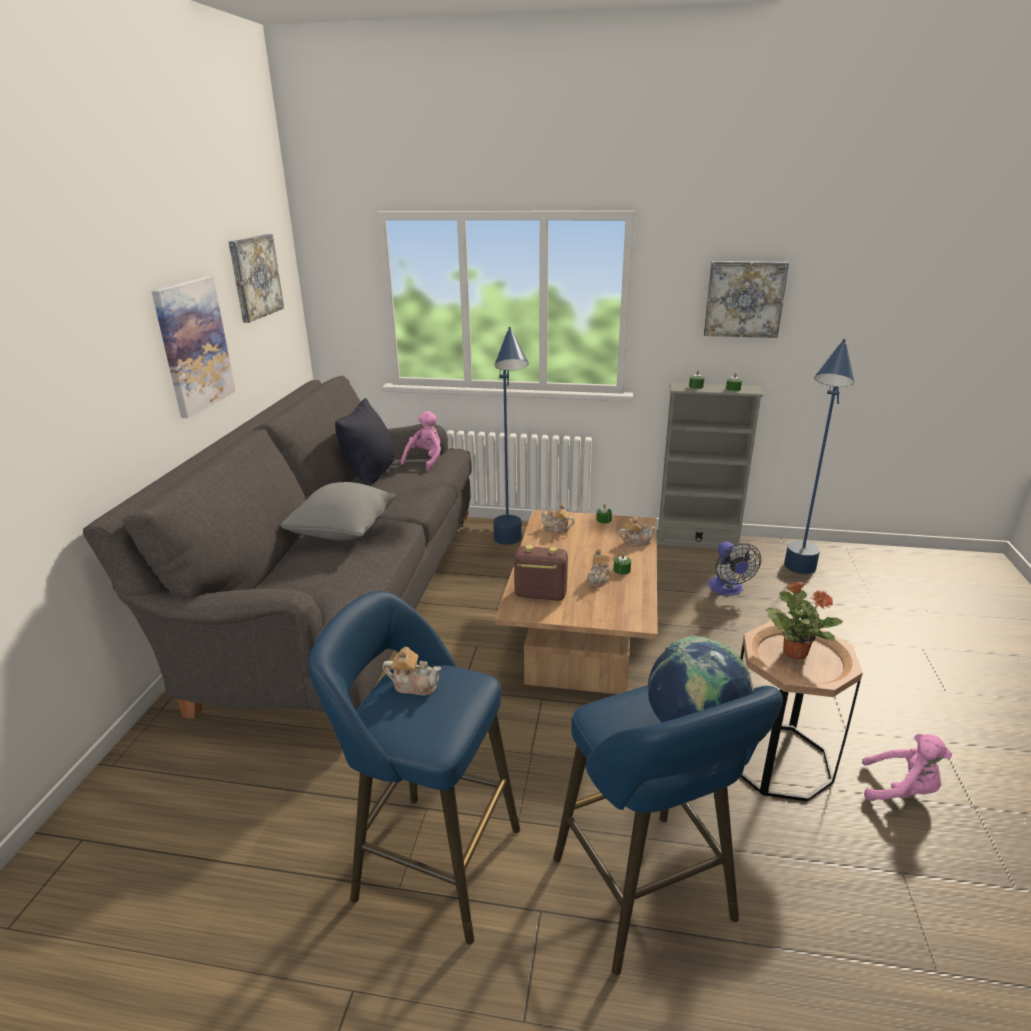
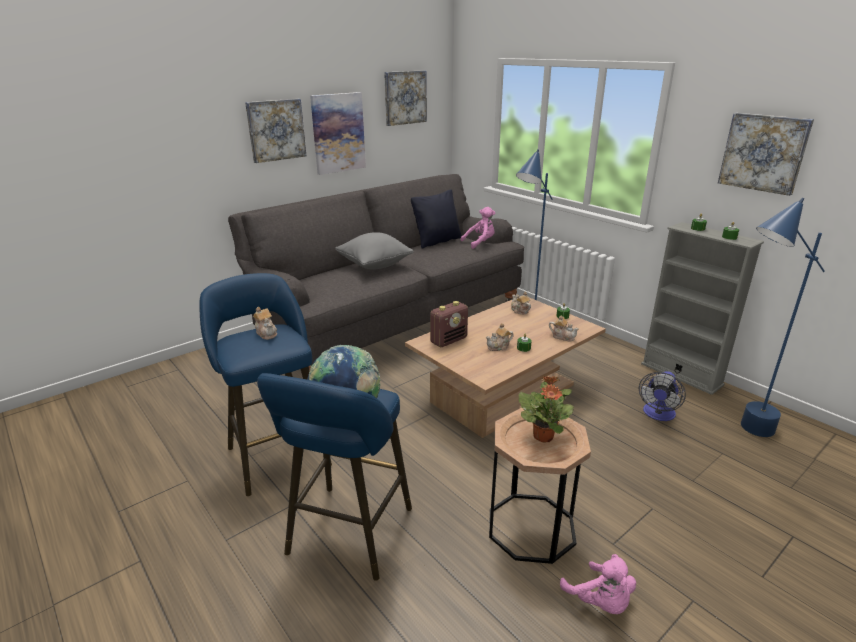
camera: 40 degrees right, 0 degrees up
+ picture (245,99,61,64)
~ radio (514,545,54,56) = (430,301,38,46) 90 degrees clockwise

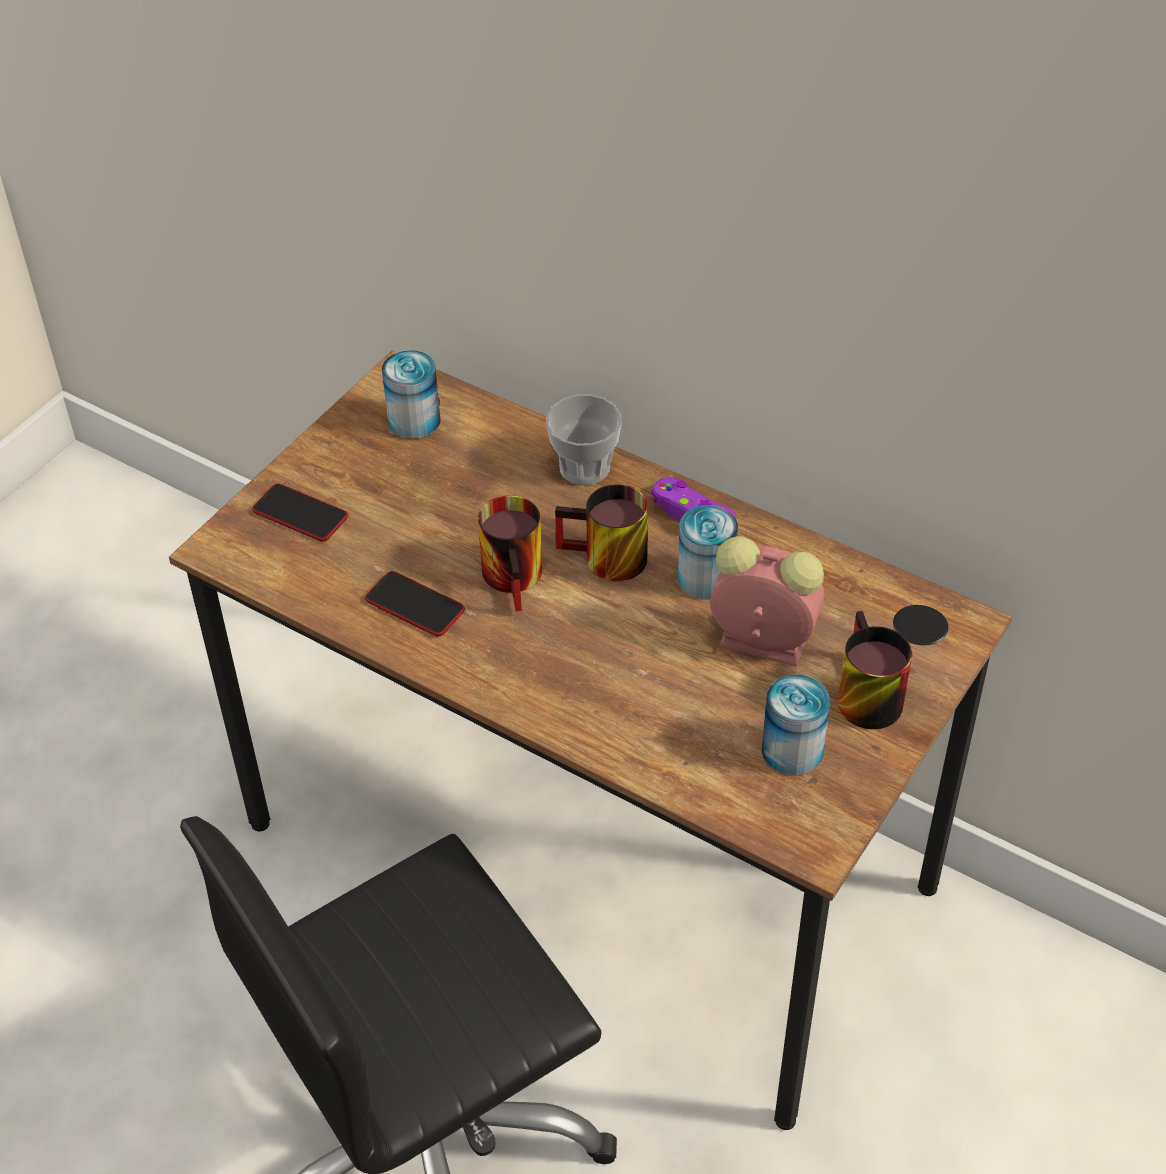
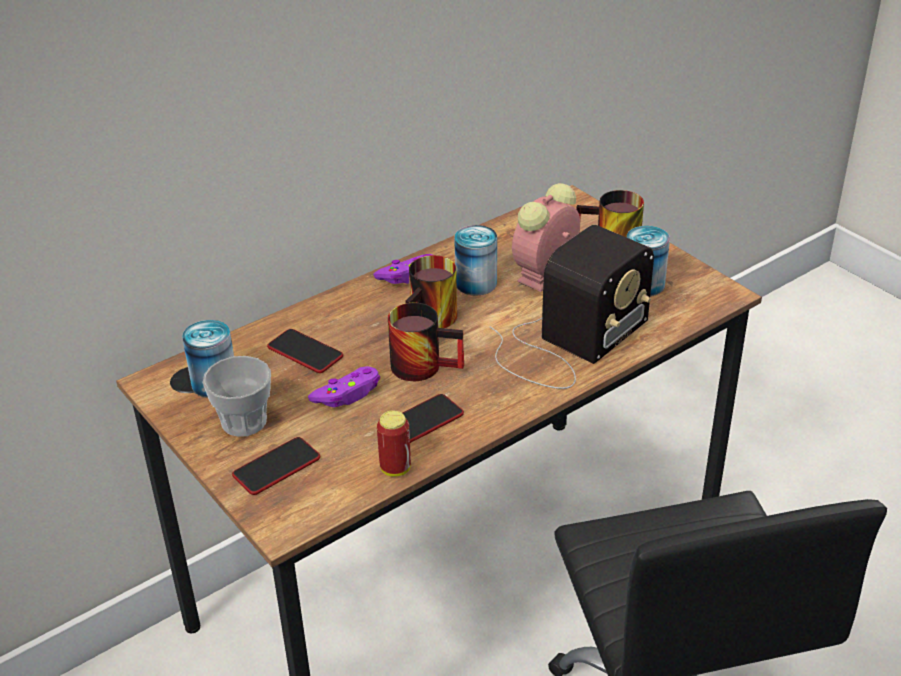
camera: 70 degrees left, 10 degrees down
~ cup (546,394,76,91) to (203,356,68,81)
+ phone (267,329,76,44)
+ purple game controller (308,366,72,41)
+ can (377,411,34,66)
+ radio (490,225,164,164)

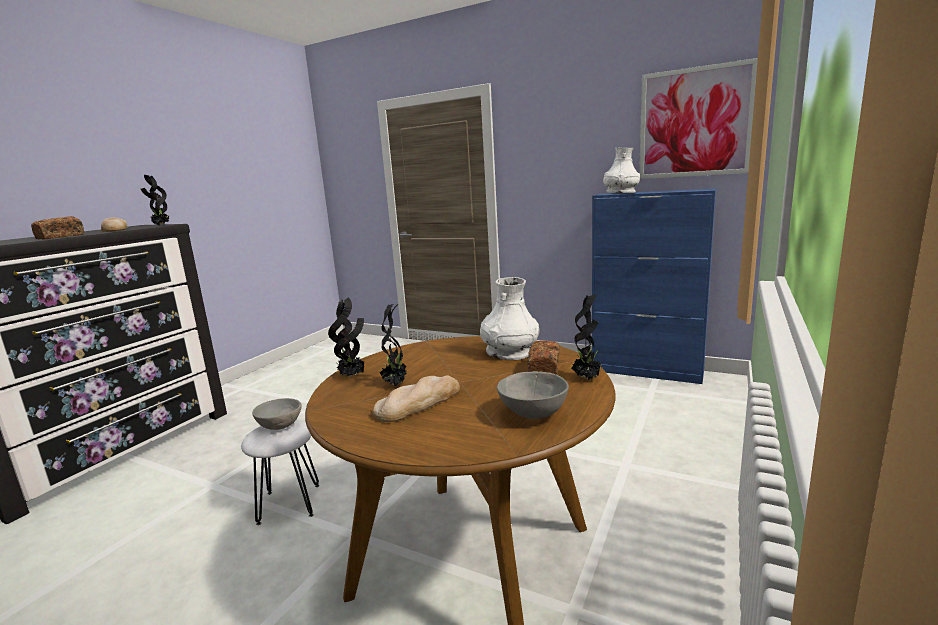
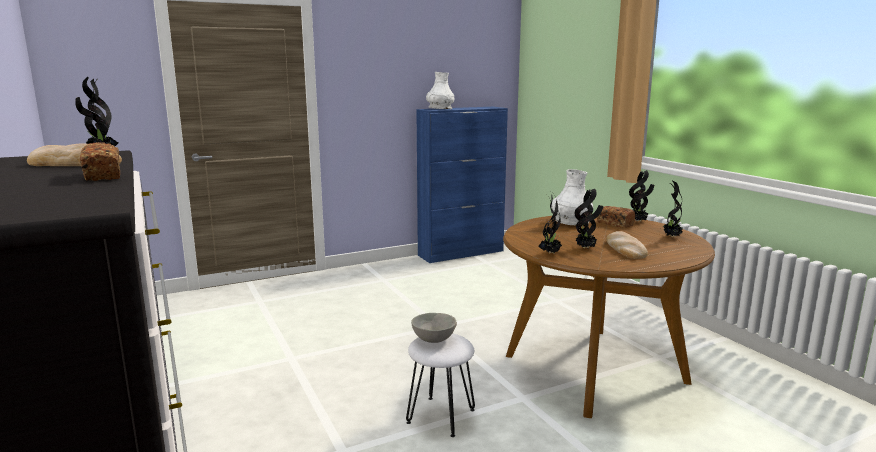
camera: 55 degrees left, 0 degrees up
~ grey bowl (497,371,72,48) to potted plant (663,181,20,56)
- picture (639,58,119,121)

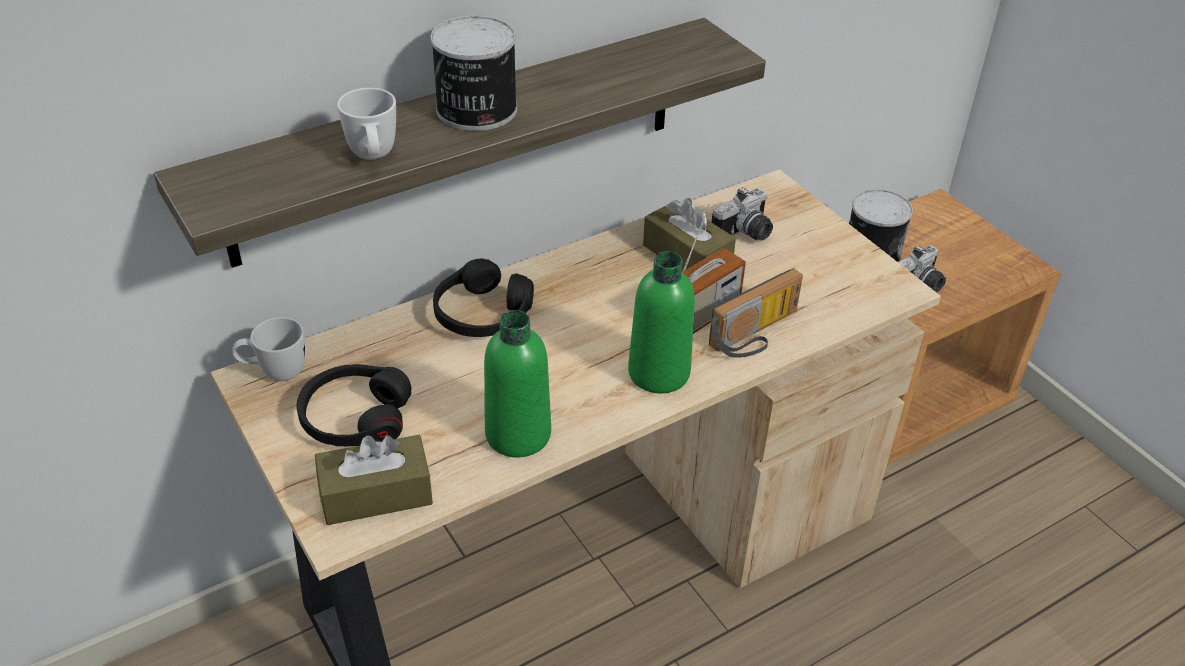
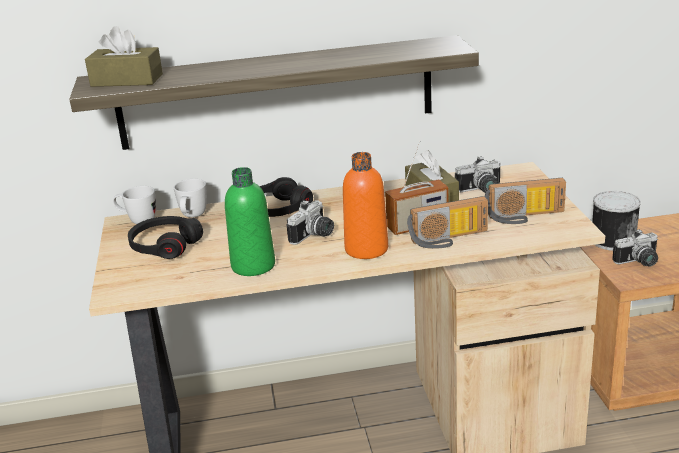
camera: 25 degrees right, 15 degrees down
~ brown tissue box (315,435,118,90) to (85,26,78,61)
~ white mug (337,88,59,71) to (174,179,33,39)
+ photo camera (286,200,48,45)
~ green bottle (628,251,67,142) to orange bottle (343,152,45,107)
+ radio (485,178,81,46)
- can (431,16,86,115)

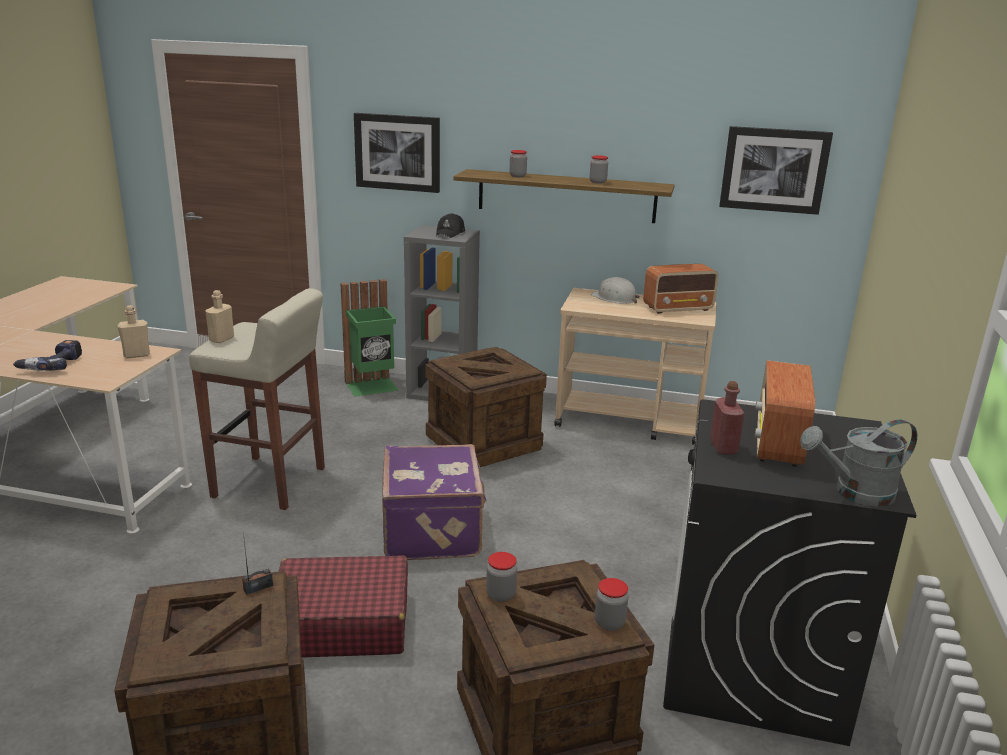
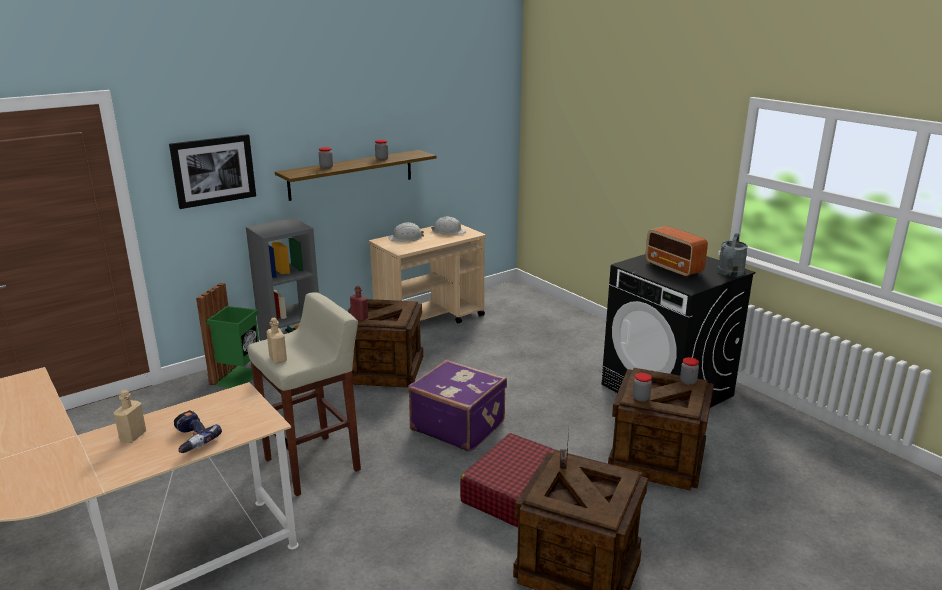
camera: 50 degrees left, 0 degrees up
~ beige bottle (117,305,33,53) to (113,390,33,53)
~ red bottle (710,381,35,73) to (350,286,18,35)
~ radio (643,264,75,50) to white hard hat (431,217,36,17)
- black cap (436,213,29,25)
- picture (719,126,114,89)

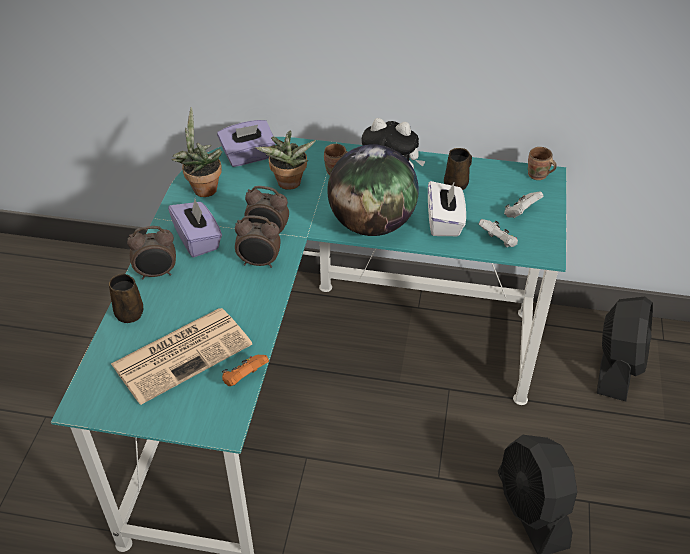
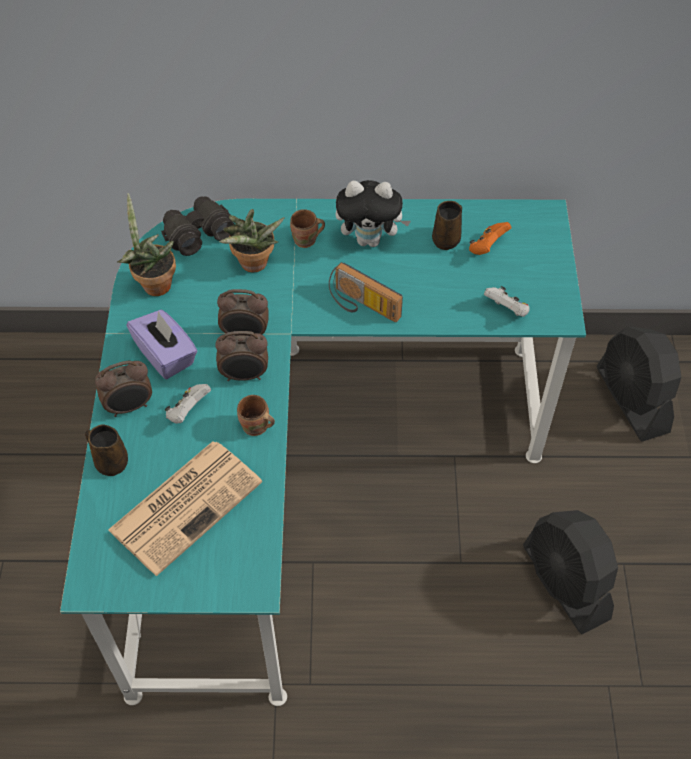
camera: 10 degrees left, 10 degrees up
~ purple tissue box (217,120,59,47) to black binoculars (161,196,74,60)
~ white game controller (504,192,39,26) to (165,384,46,39)
~ brown mug (528,147,29,33) to (237,395,38,41)
~ globe (327,144,92,92) to radio (329,262,74,60)
~ orange game controller (222,355,47,31) to (469,222,42,33)
~ black fan (597,297,56,105) = (597,327,84,115) 150 degrees clockwise
- white tissue box (428,181,38,55)

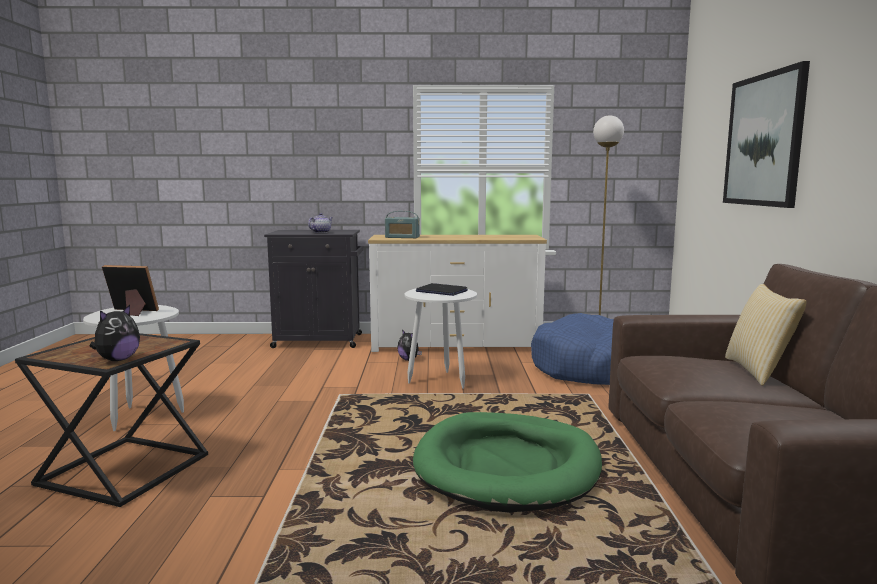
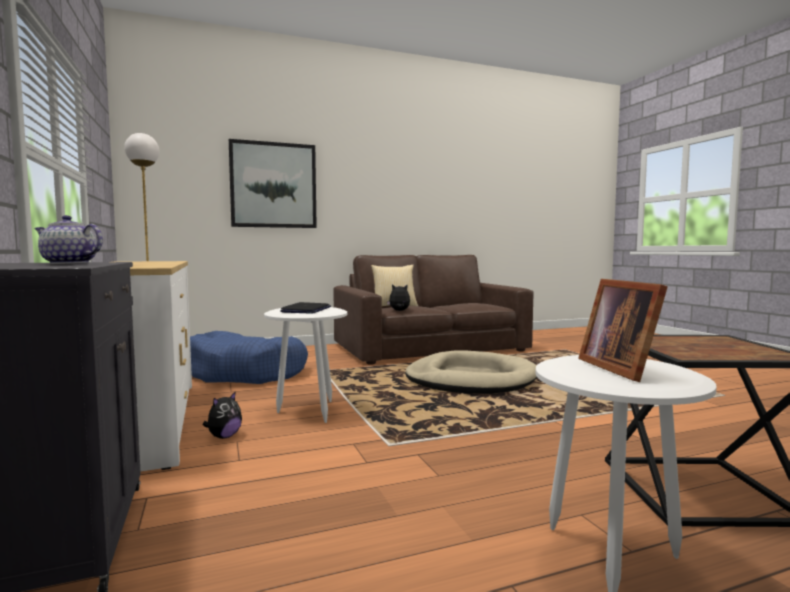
camera: 110 degrees left, 5 degrees down
~ plush toy (89,305,51,56) to (387,284,23,27)
~ green dog bed (413,412,189,100) to beige dog bed (405,351,132,43)
- radio (385,211,35,27)

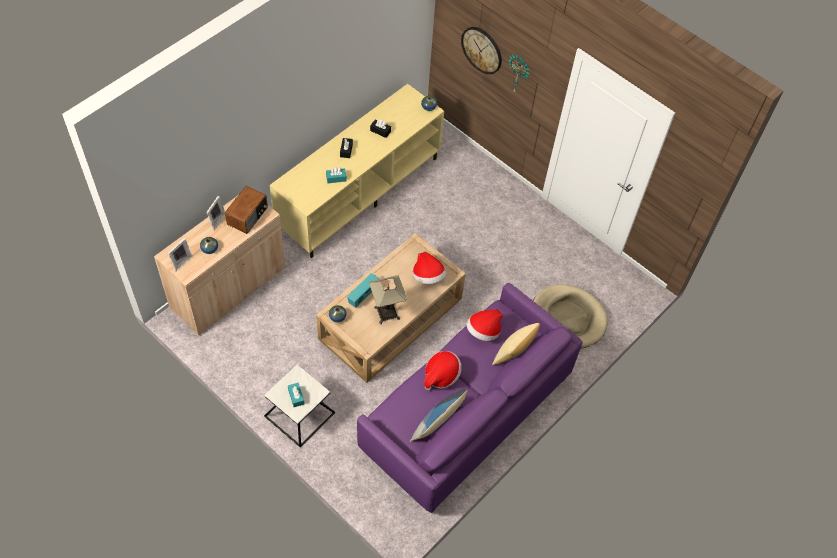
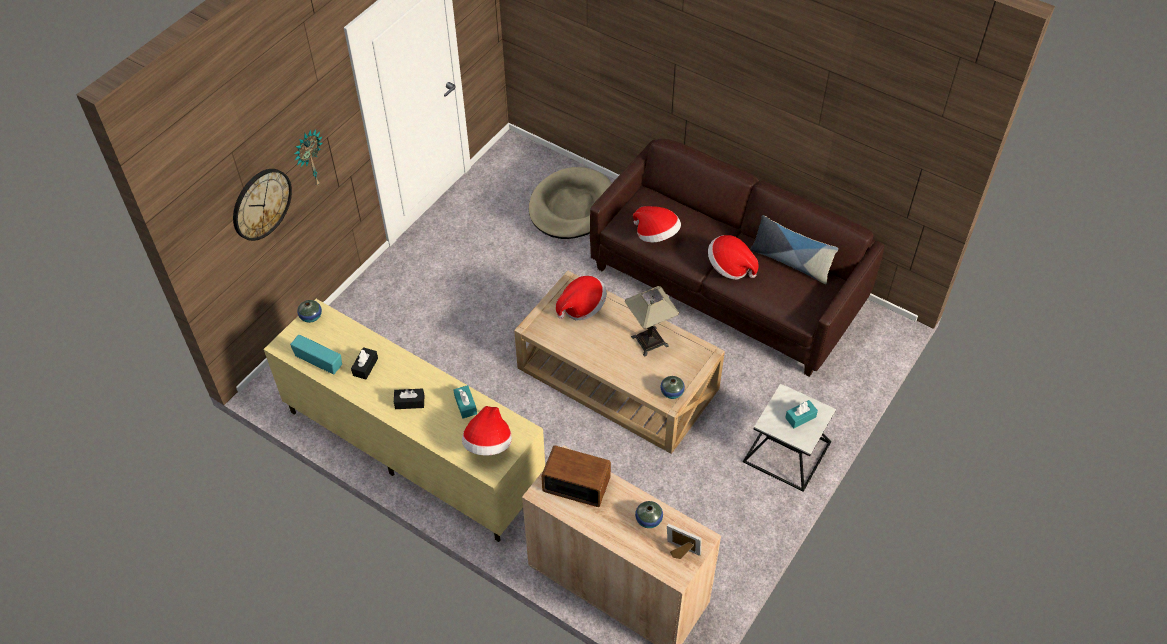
camera: 95 degrees left, 5 degrees down
~ radio (347,273,32,35) to (290,335,52,39)
+ hat (462,406,50,50)
~ purple sofa (357,283,226,230) to brown sofa (590,139,295,238)
- picture frame (206,196,19,34)
- pillow (492,323,48,42)

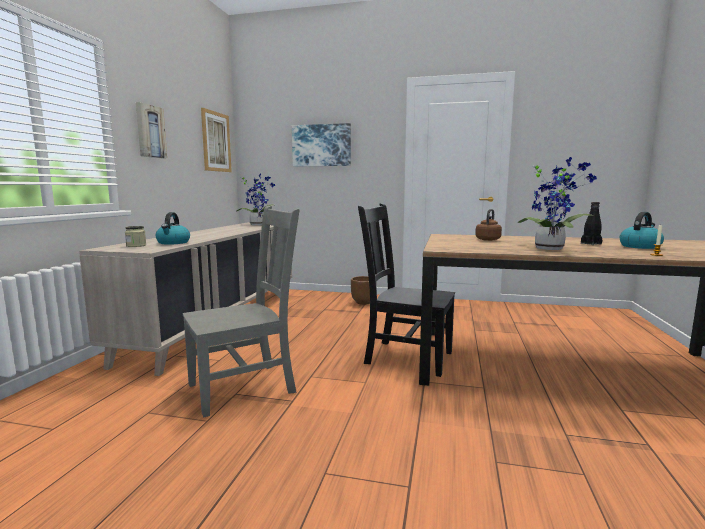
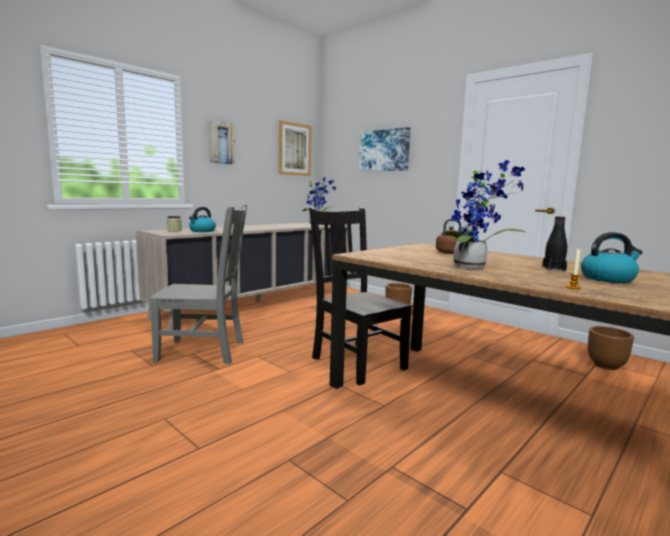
camera: 30 degrees right, 0 degrees up
+ brown planter (588,326,46,44)

